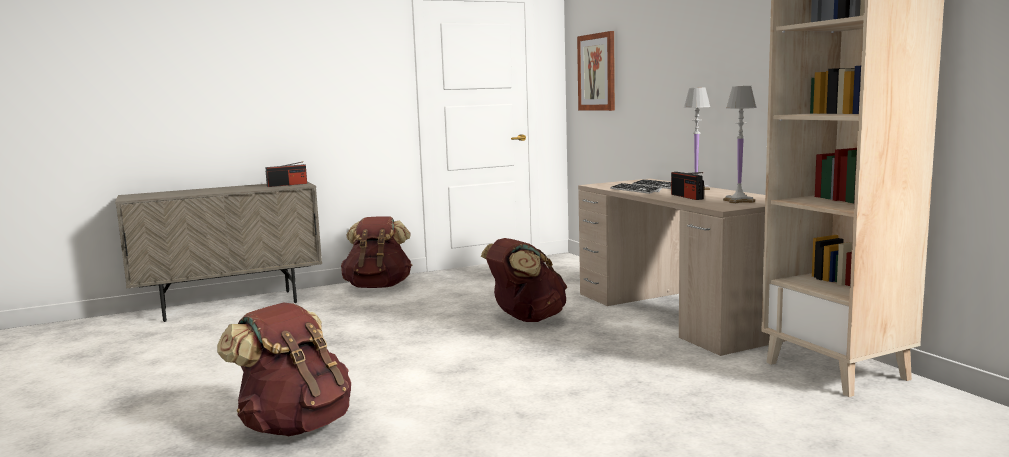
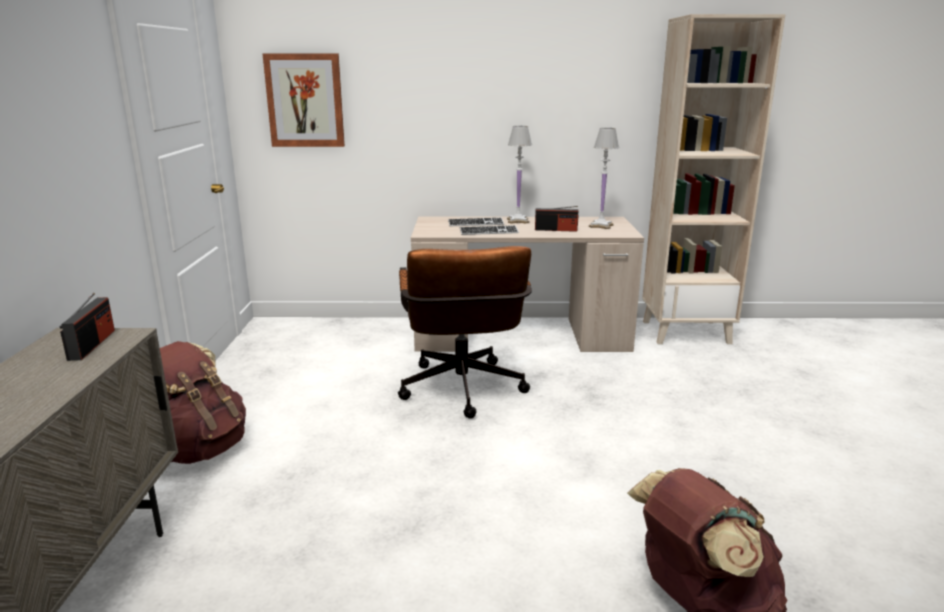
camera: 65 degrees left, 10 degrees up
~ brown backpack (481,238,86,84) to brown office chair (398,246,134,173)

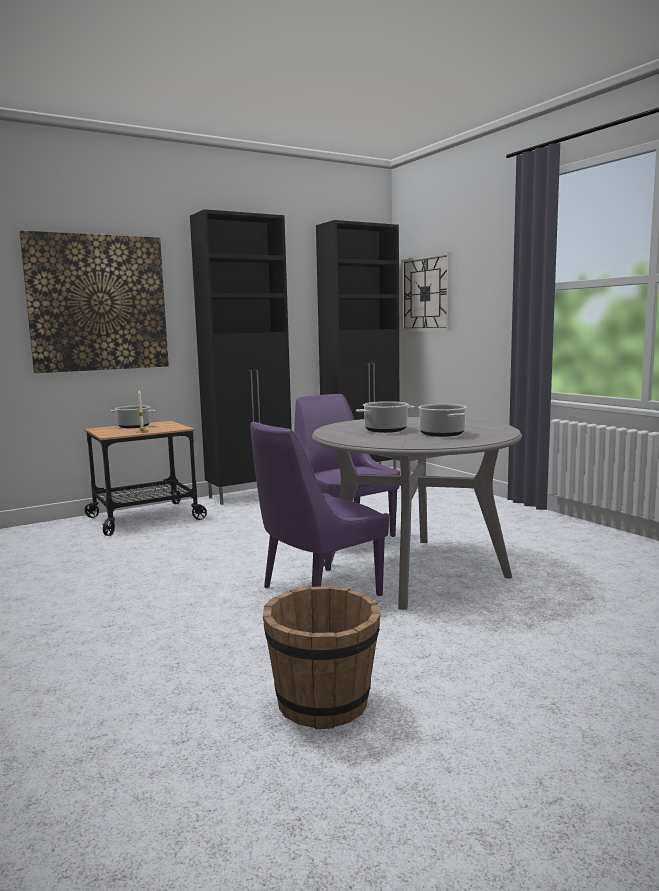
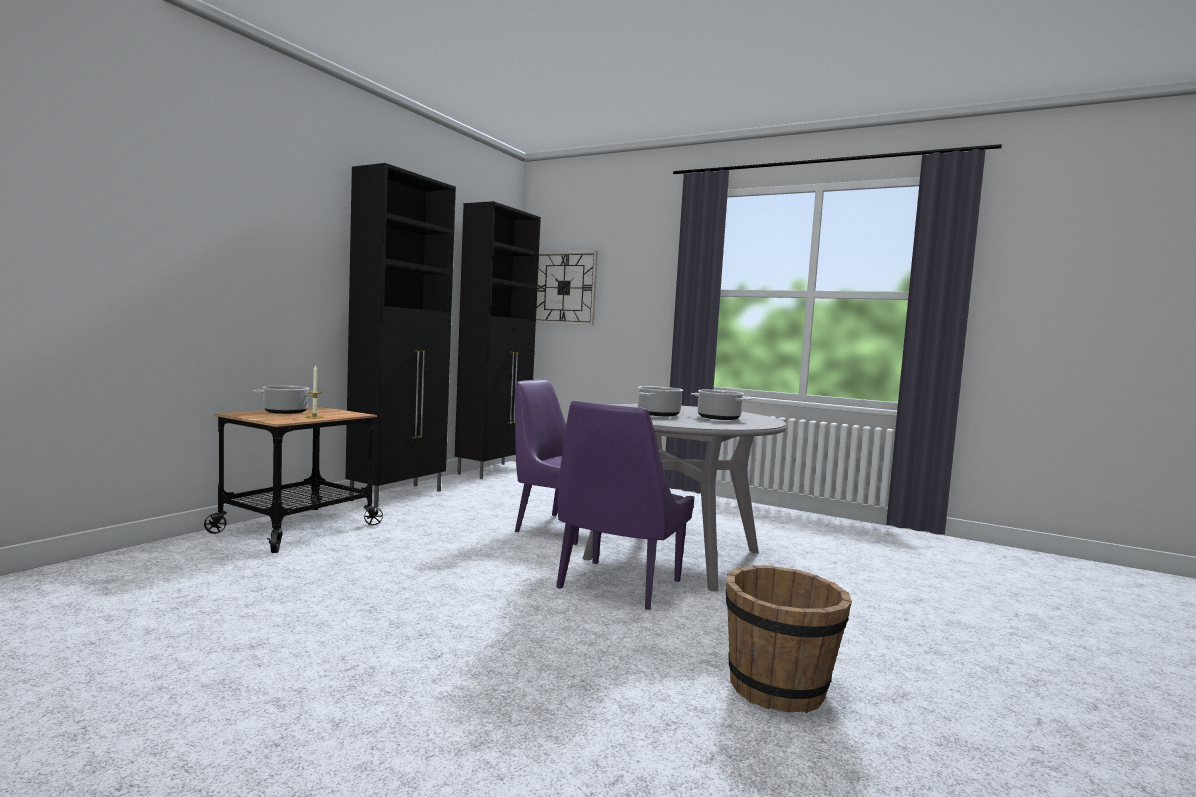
camera: 30 degrees left, 5 degrees down
- picture (19,230,150,143)

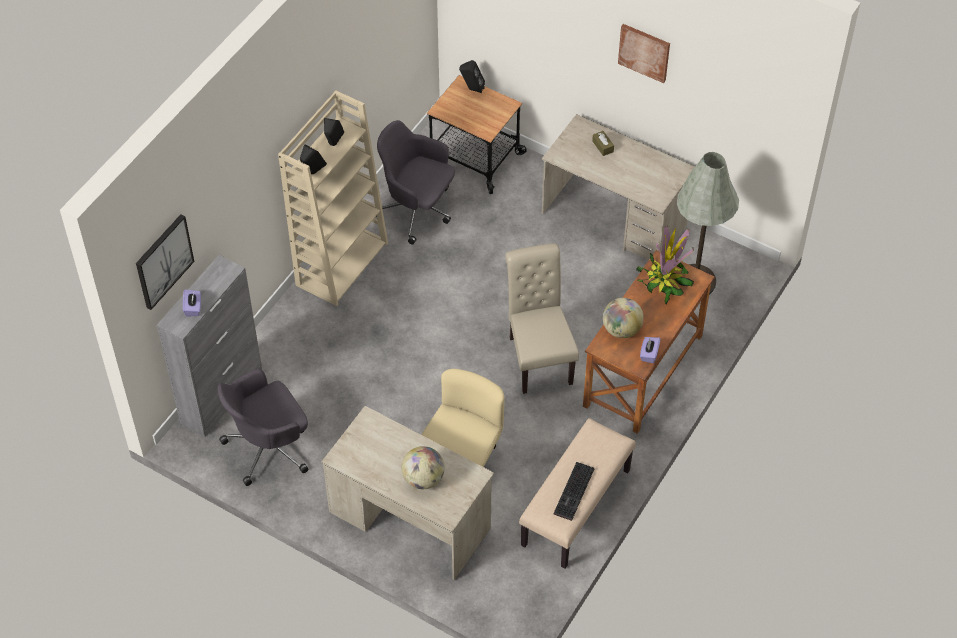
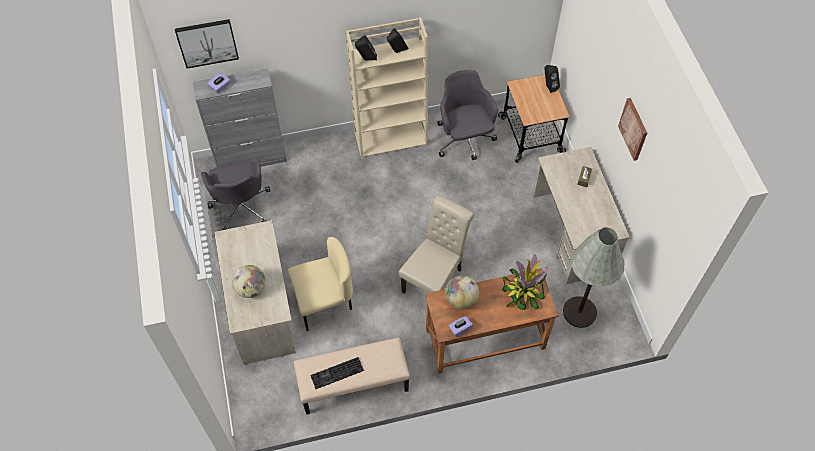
camera: 45 degrees right, 5 degrees up
~ grey office chair (218,368,90,118) = (201,159,69,71) 120 degrees counterclockwise

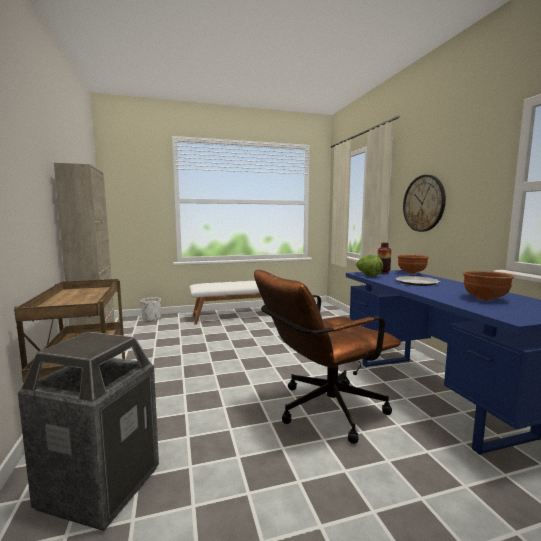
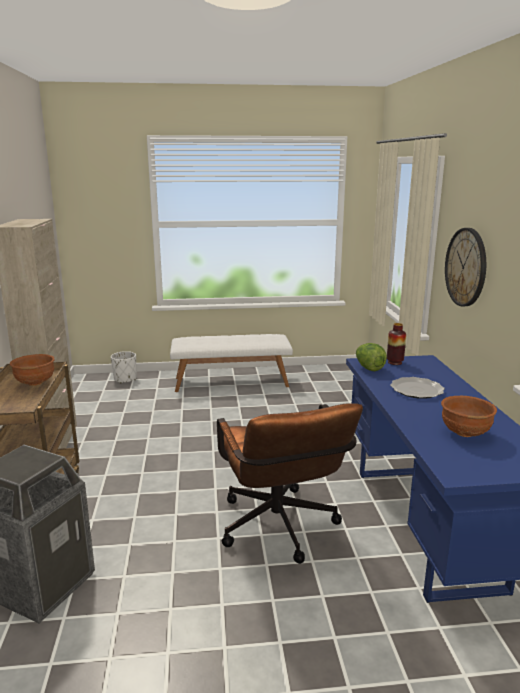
camera: 10 degrees right, 10 degrees up
~ brown bowl (397,255,32,19) to (10,354,45,32)
~ brown office chair (254,270,147,174) = (217,403,146,161) 90 degrees counterclockwise

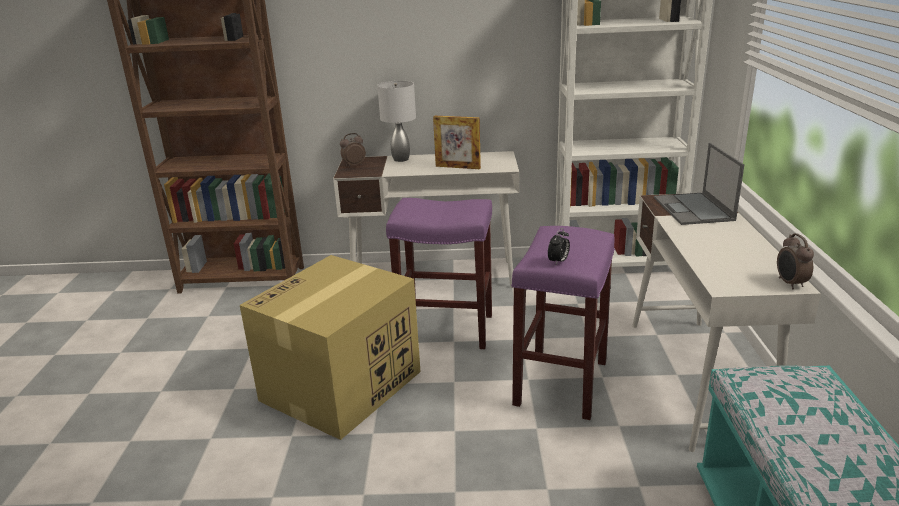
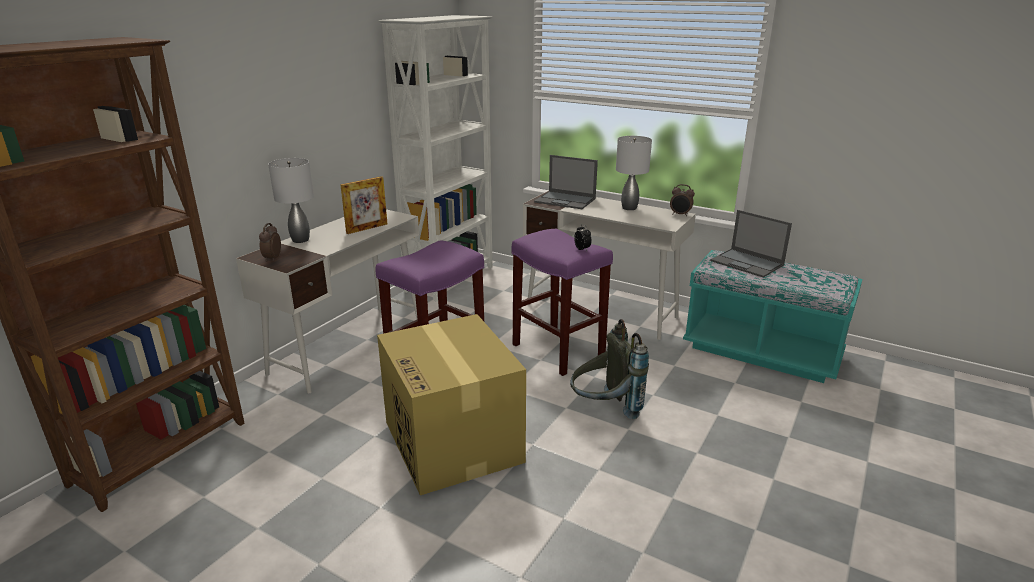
camera: 60 degrees left, 0 degrees up
+ grey backpack (570,319,79,100)
+ grey table lamp (616,136,36,74)
+ laptop (710,210,82,68)

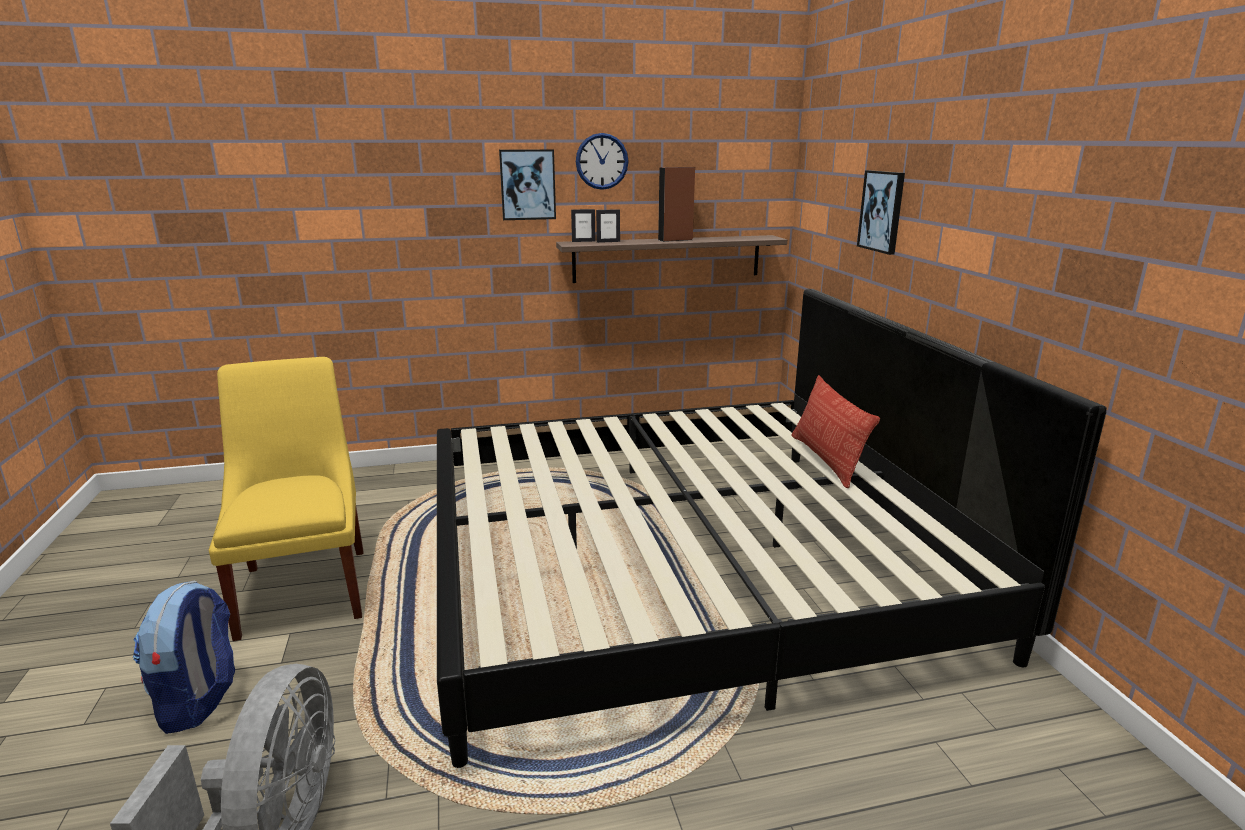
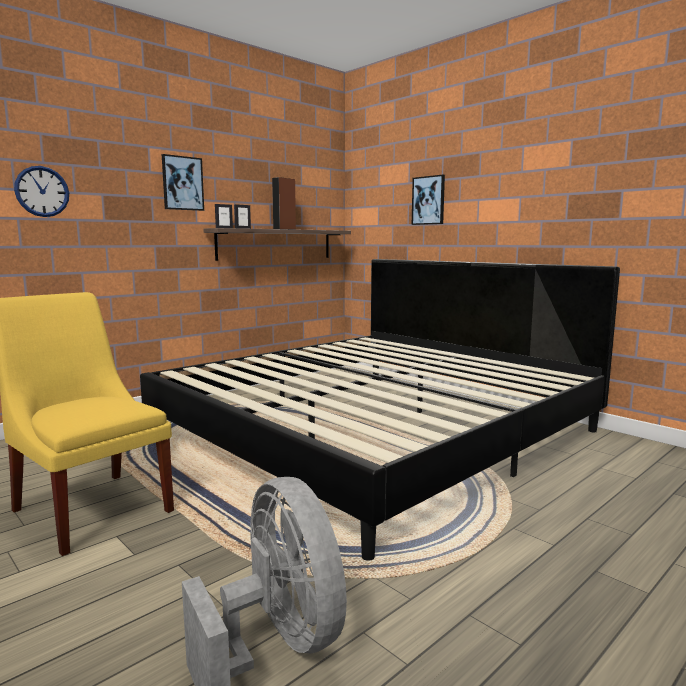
camera: 30 degrees left, 10 degrees down
~ wall clock (576,133,53,57) to (14,166,55,51)
- backpack (133,580,102,154)
- pillow (791,375,89,113)

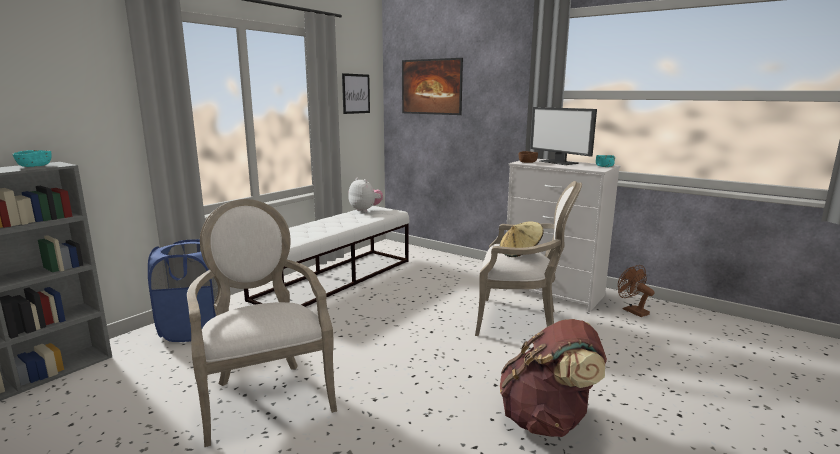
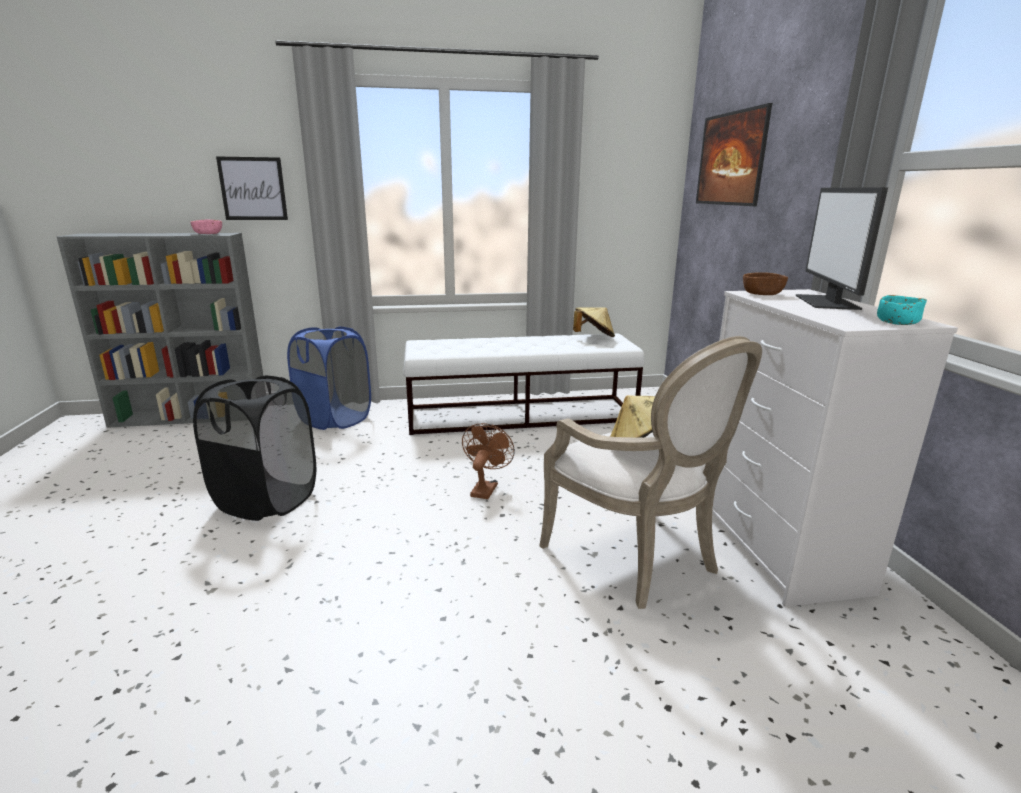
camera: 45 degrees right, 5 degrees up
~ turquoise bowl (13,150,39,17) to pink bowl (191,220,31,14)
~ armchair (187,199,150,248) to black laundry basket (193,375,123,146)
~ picture (342,73,28,41) to (216,156,72,64)
~ brown fan (618,265,36,52) to (462,423,53,76)
~ plush toy (348,178,35,35) to beige hat (573,307,42,30)
- brown backpack (500,319,107,118)

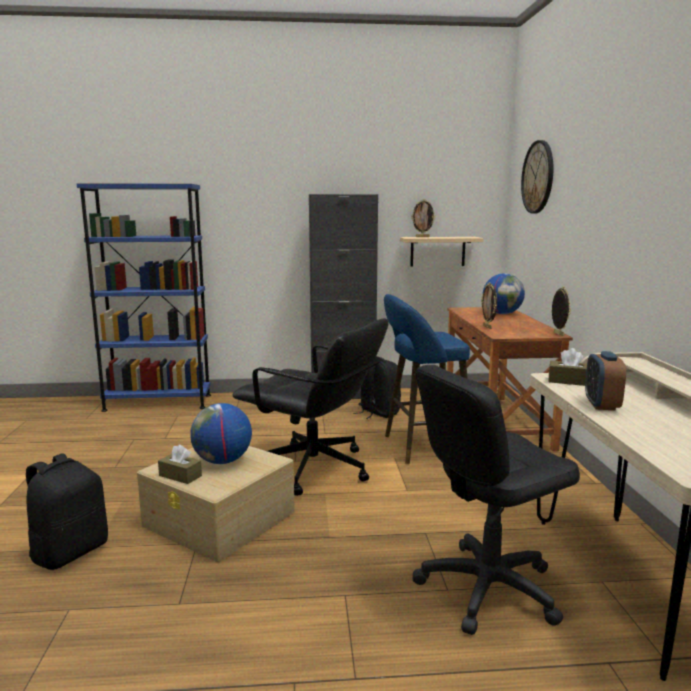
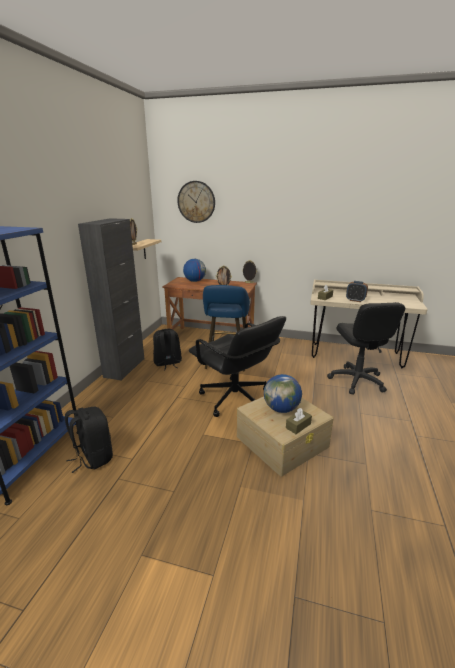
camera: 70 degrees left, 10 degrees up
~ black backpack (26,453,82,117) to (65,407,48,66)
~ black office chair (233,319,156,177) = (189,316,97,101) 90 degrees clockwise

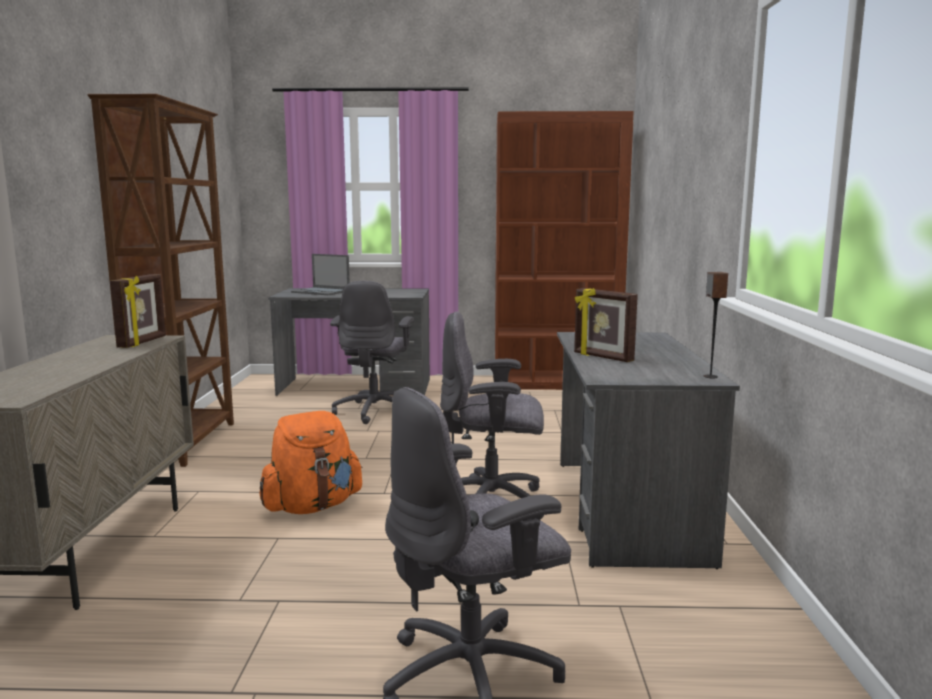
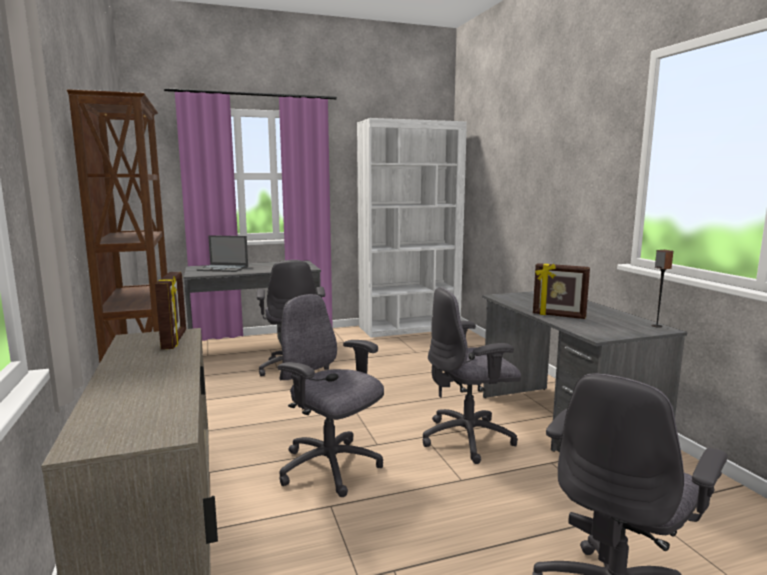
camera: 20 degrees left, 0 degrees up
~ orange backpack (260,411,103,103) to grey office chair (278,294,106,203)
~ brown bookcase (495,111,139,279) to white bookcase (357,118,110,220)

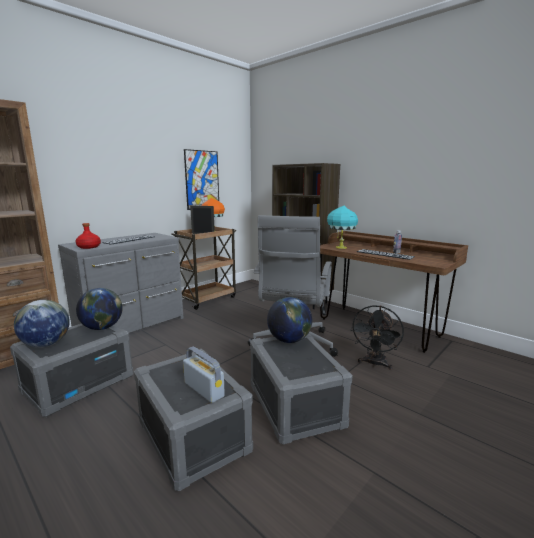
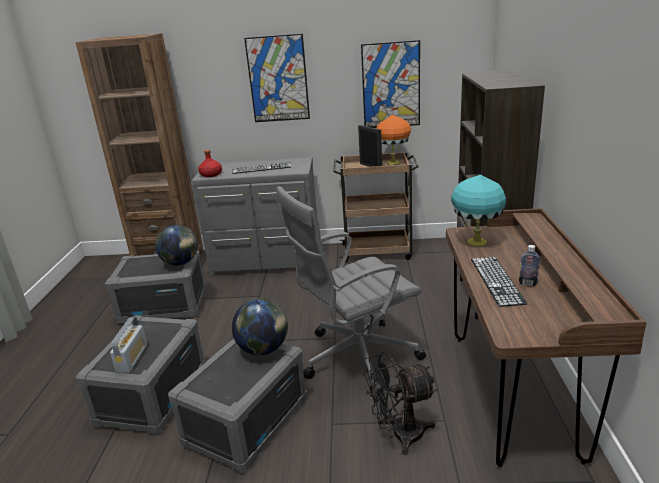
camera: 50 degrees right, 10 degrees up
+ picture (244,34,66,88)
- globe (14,300,56,47)

